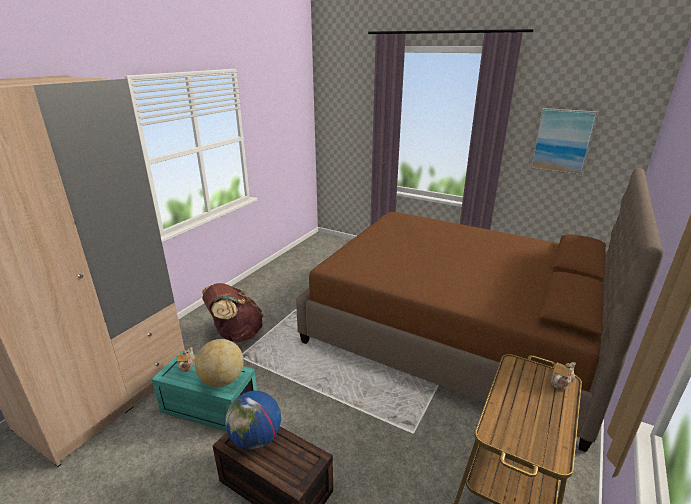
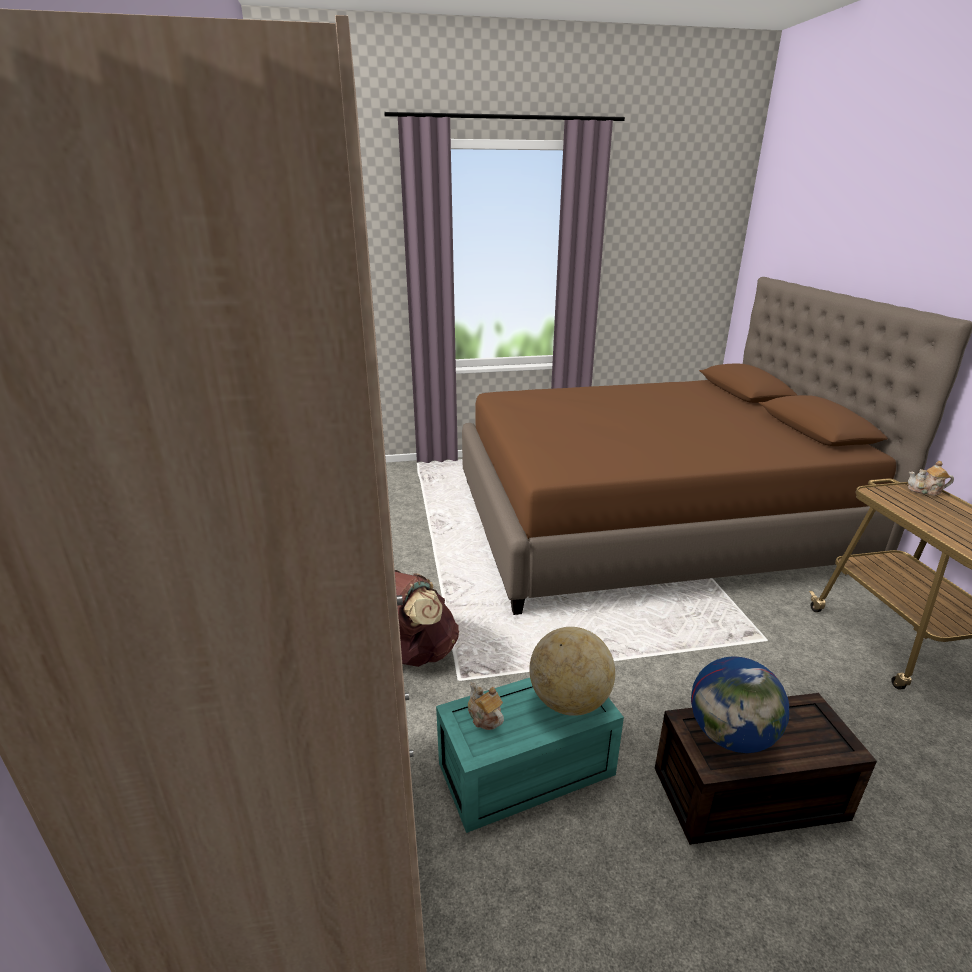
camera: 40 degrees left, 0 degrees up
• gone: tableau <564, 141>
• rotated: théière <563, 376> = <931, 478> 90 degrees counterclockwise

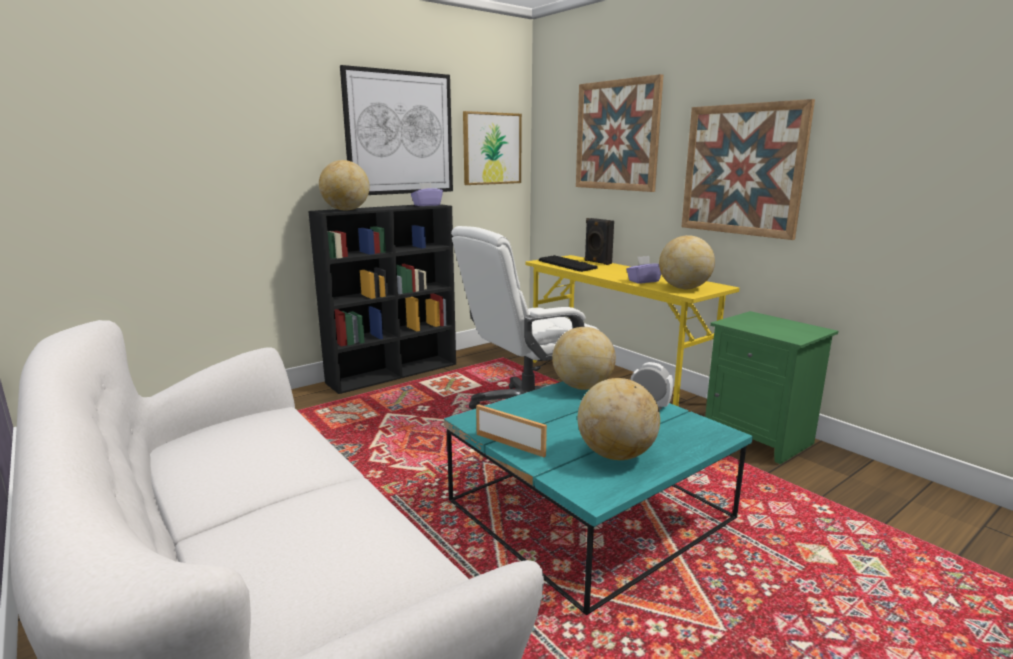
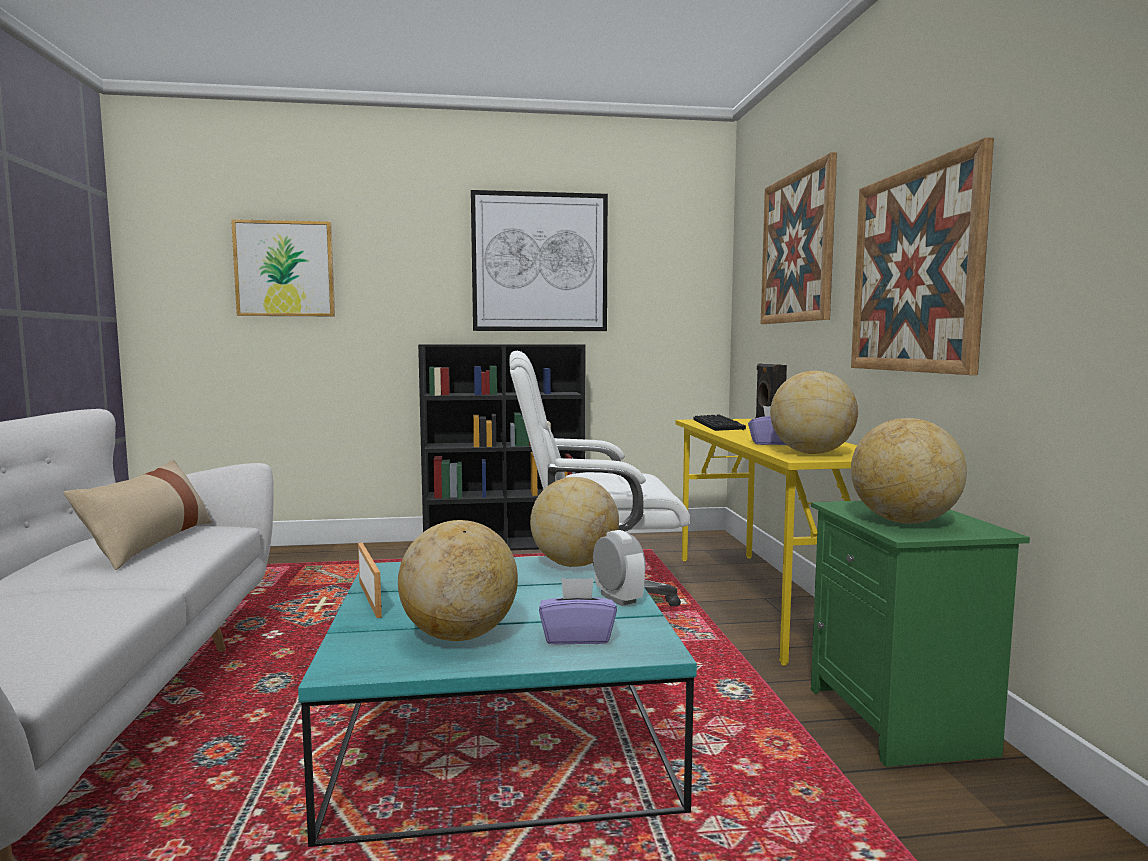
camera: 30 degrees right, 10 degrees down
• shifted: tableau <492, 148> to <283, 267>
• shifted: globe <344, 185> to <909, 471>
• shifted: boîte à mouchoirs/violet <427, 194> to <578, 611>
• new: coussin/beige <137, 514>

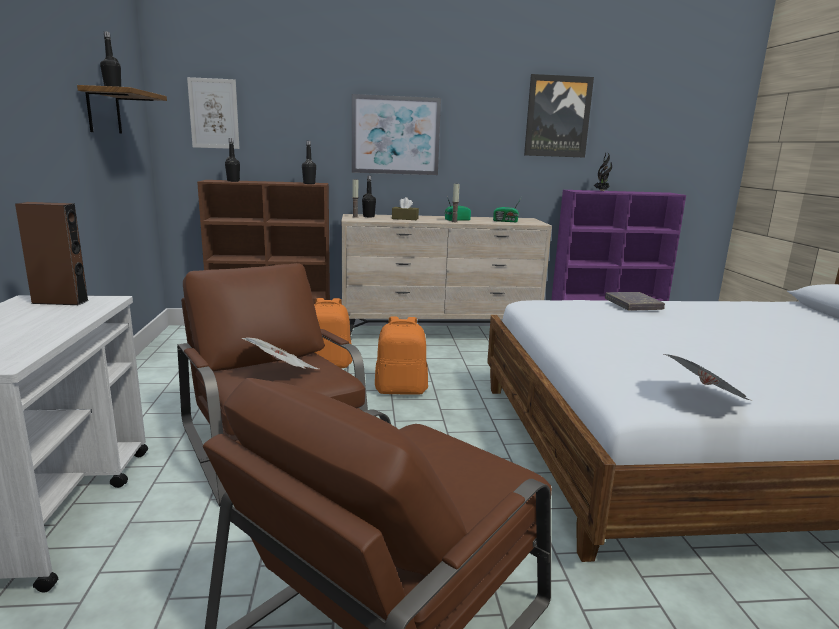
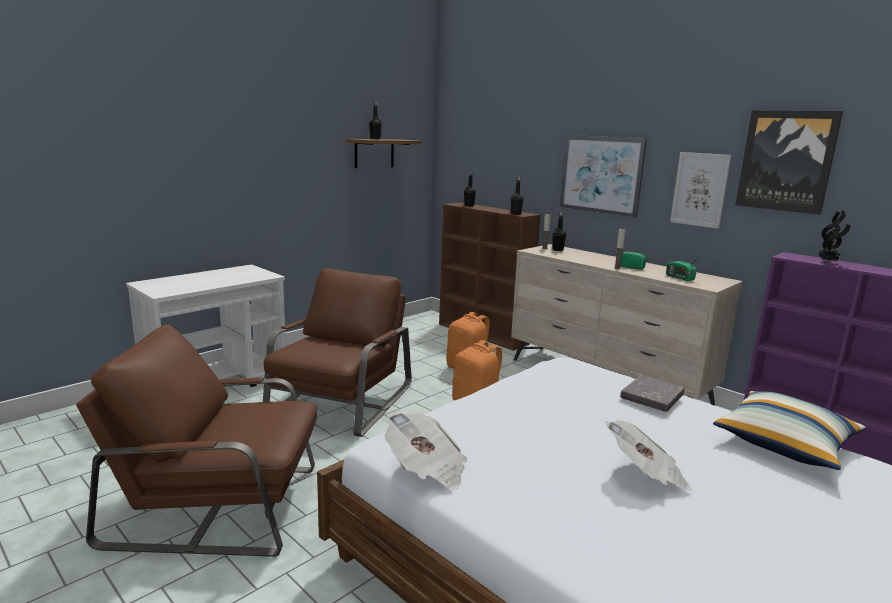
camera: 50 degrees right, 0 degrees up
• shifted: tableau <213, 113> to <701, 190>
• gone: boîte à mouchoirs/marron <405, 208>
• gone: enceinte/marron <52, 253>
• shifted: journal <280, 353> to <649, 455>
• new: coussin <789, 430>

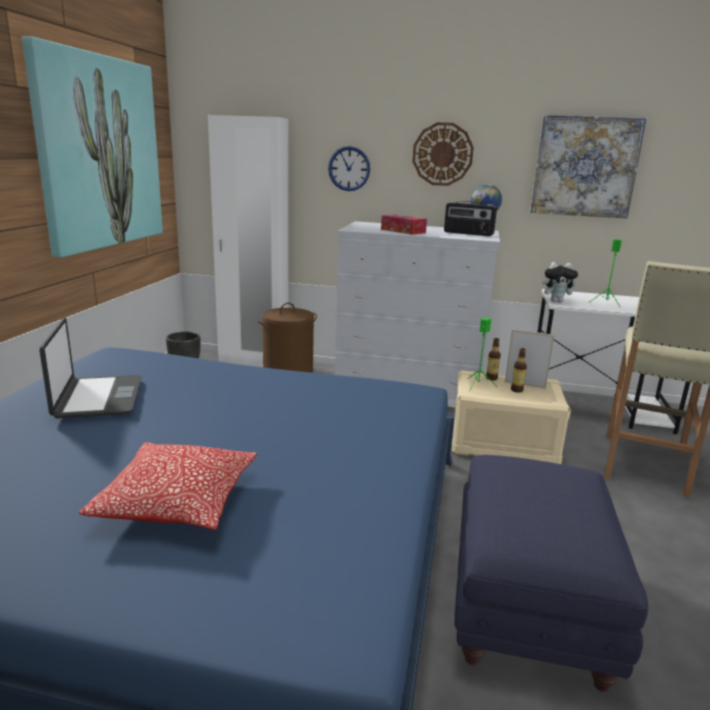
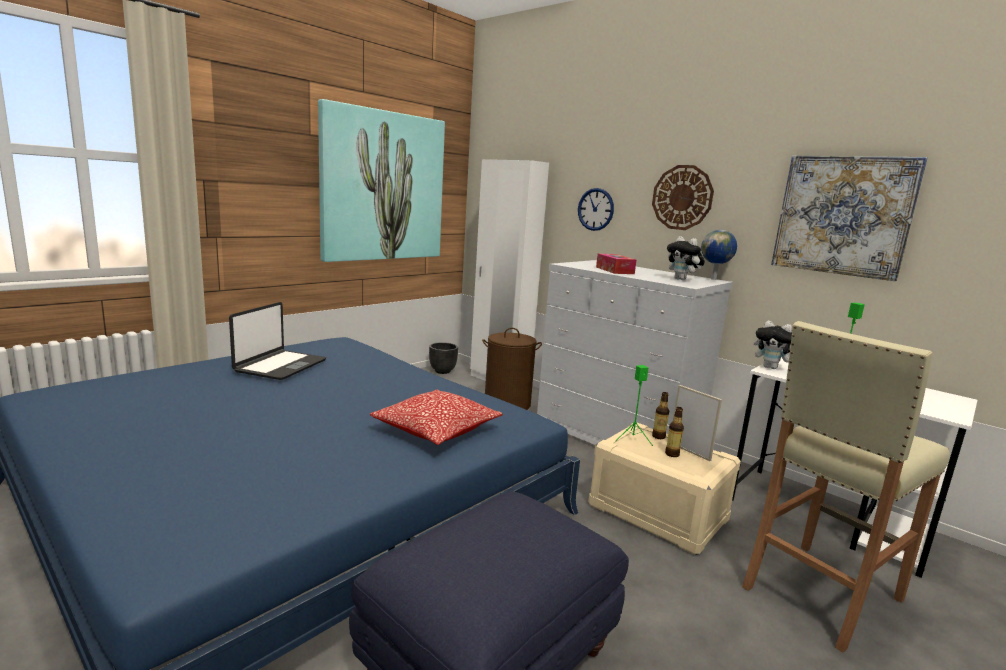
camera: 30 degrees right, 5 degrees down
• swapped: radio <470, 218> to peluche <686, 258>
• shifted: coussin <167, 486> to <436, 417>

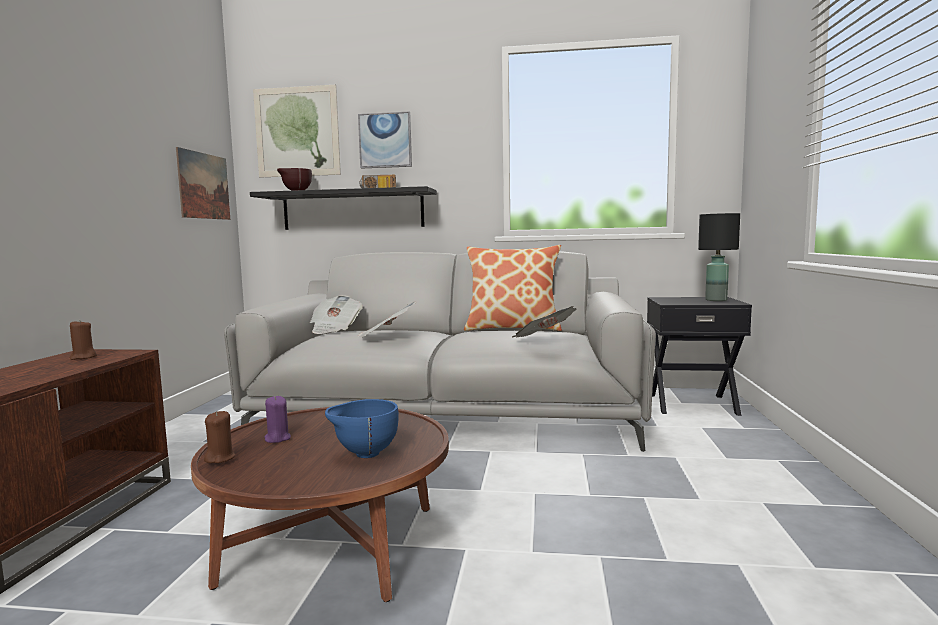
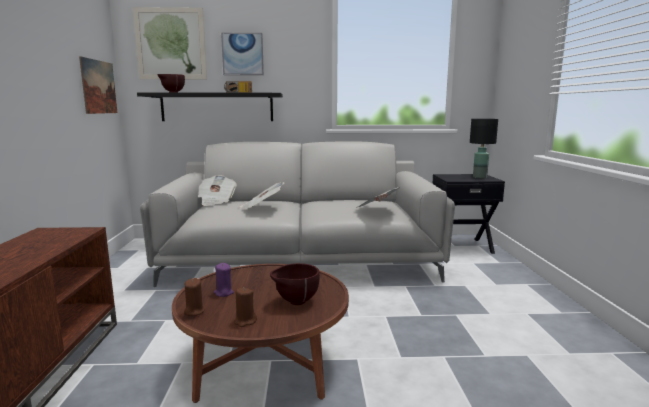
camera: 10 degrees left, 5 degrees up
• gone: coussin <513, 288>
• shifted: bougie/marron <83, 340> to <245, 307>
• repainted: bol/bleu <362, 428> to bol/marron <295, 284>

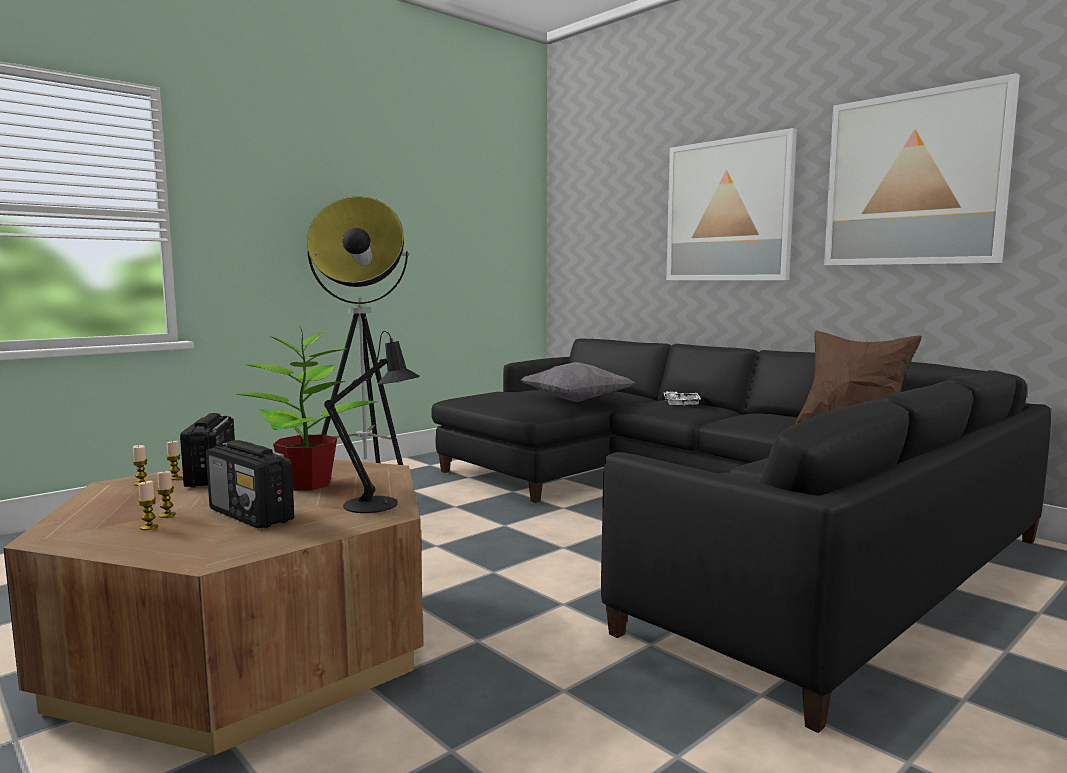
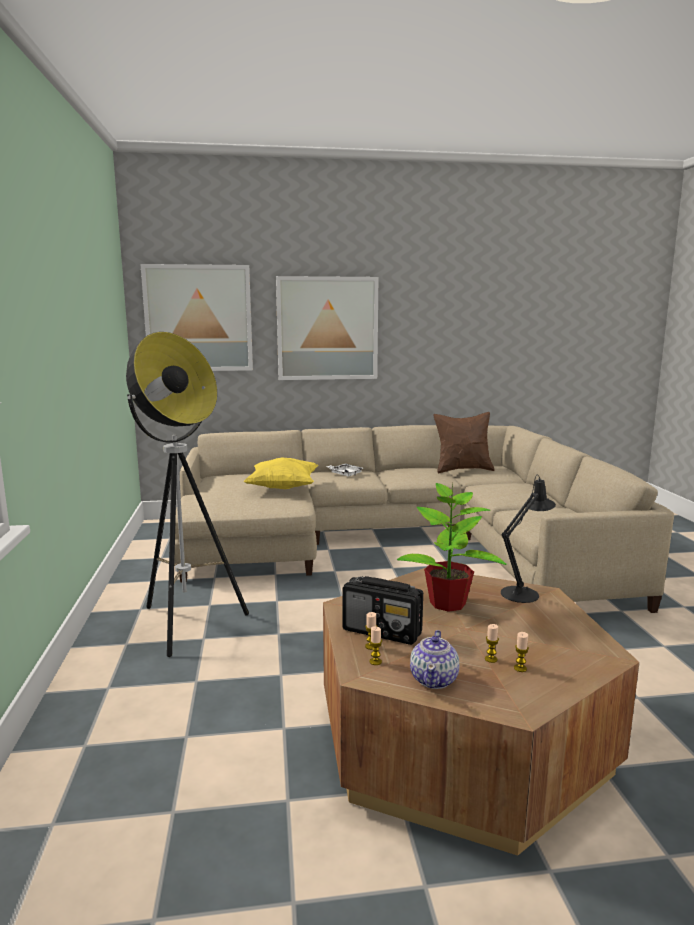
camera: 55 degrees left, 5 degrees up
• shifted: tableau <922, 169> to <196, 317>
• repainted: canapé/noir <741, 536> to canapé/beige <424, 519>
• repainted: coussin/gris <578, 382> to coussin/jaune <280, 473>
• gone: radio <250, 484>
• new: théière <434, 659>

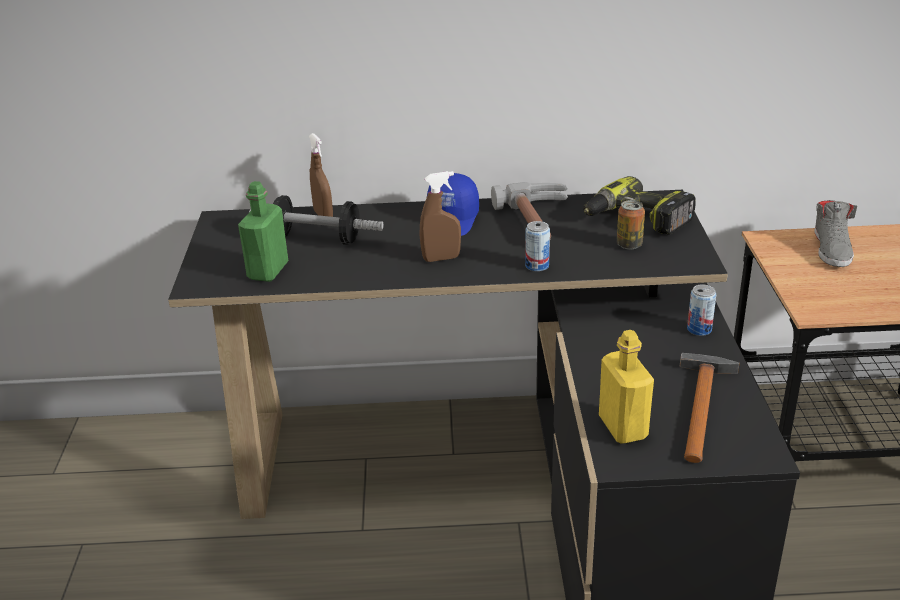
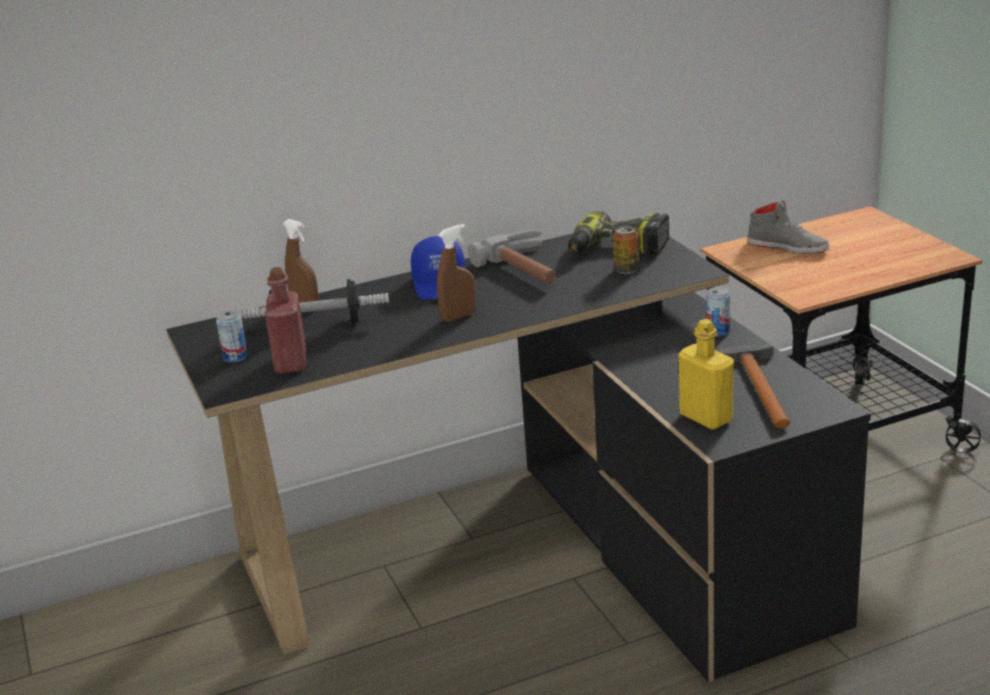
camera: 20 degrees left, 5 degrees down
• repainted: bouteille/vert <263, 231> to bouteille/rouge <286, 320>
• rotated: chaussure/gris <835, 233> = <788, 227> 45 degrees counterclockwise
• shifted: boîte métallique <537, 246> to <232, 336>

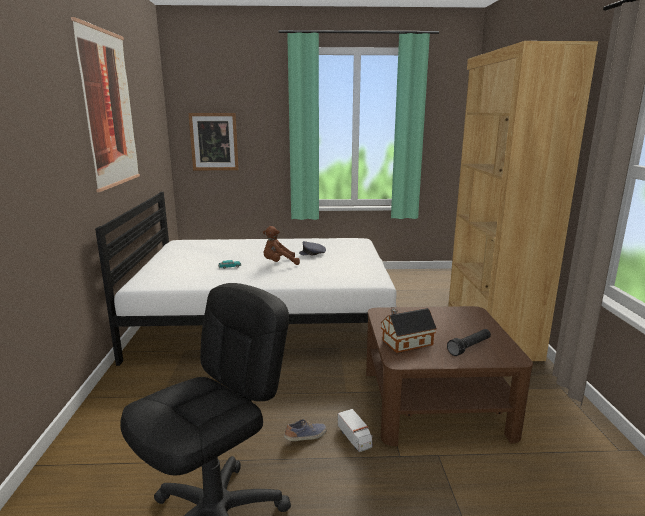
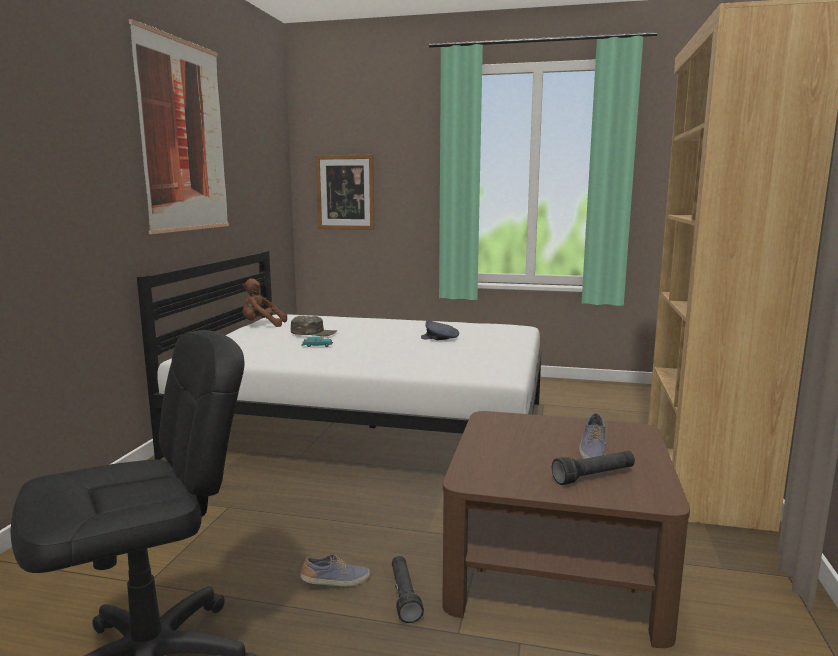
camera: 15 degrees right, 5 degrees down
• shifted: peluche/marron <281, 245> to <265, 302>
• gone: maison miniature <409, 330>
• swapped: camion jouet <355, 430> to lampe de poche/noir <408, 589>
• new: casquette/vert <314, 326>
• new: chaussure <592, 435>

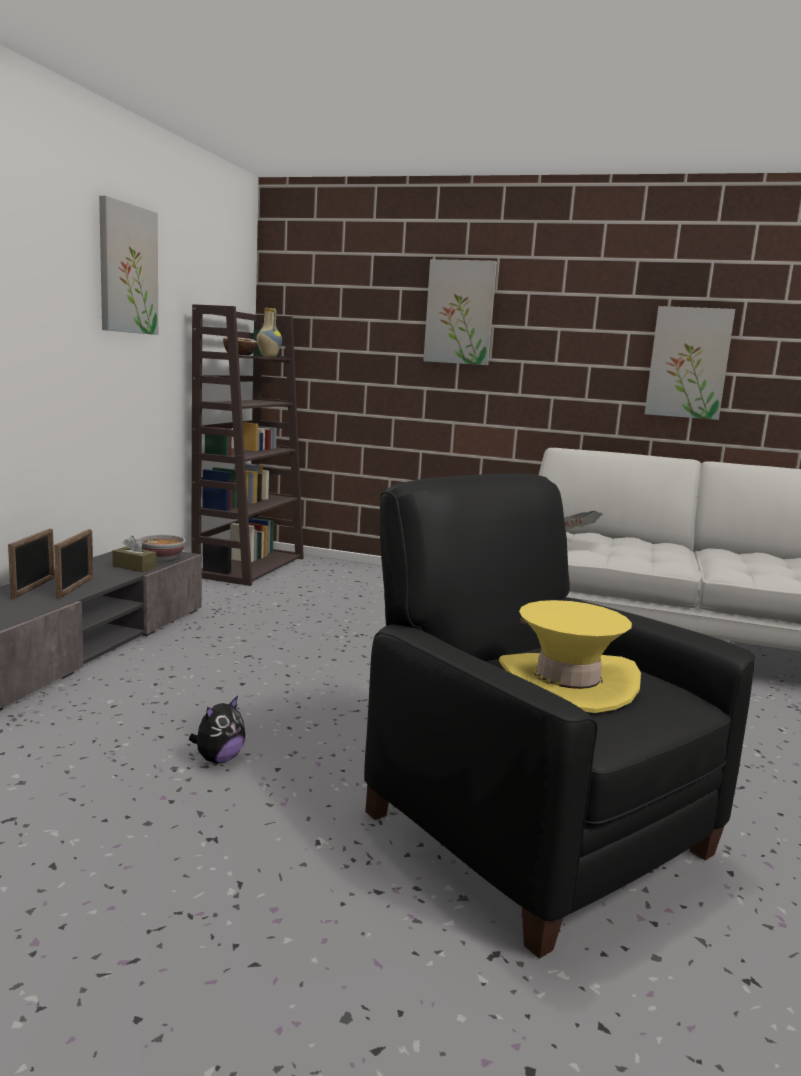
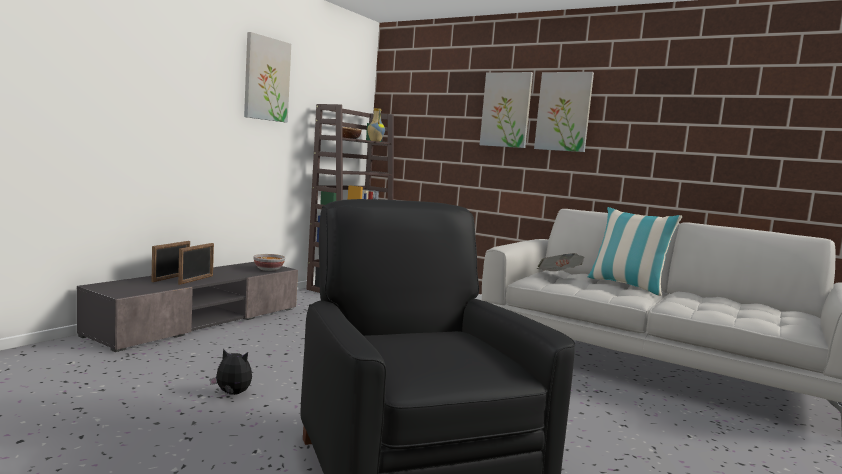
camera: 15 degrees right, 5 degrees down
• shifted: tableau <690, 363> to <564, 112>
• gone: boîte à mouchoirs/marron <134, 554>
• gone: chapeau/jaune <570, 656>
• rotated: peluche <217, 730> = <231, 372> 135 degrees counterclockwise
• new: coussin <635, 251>

